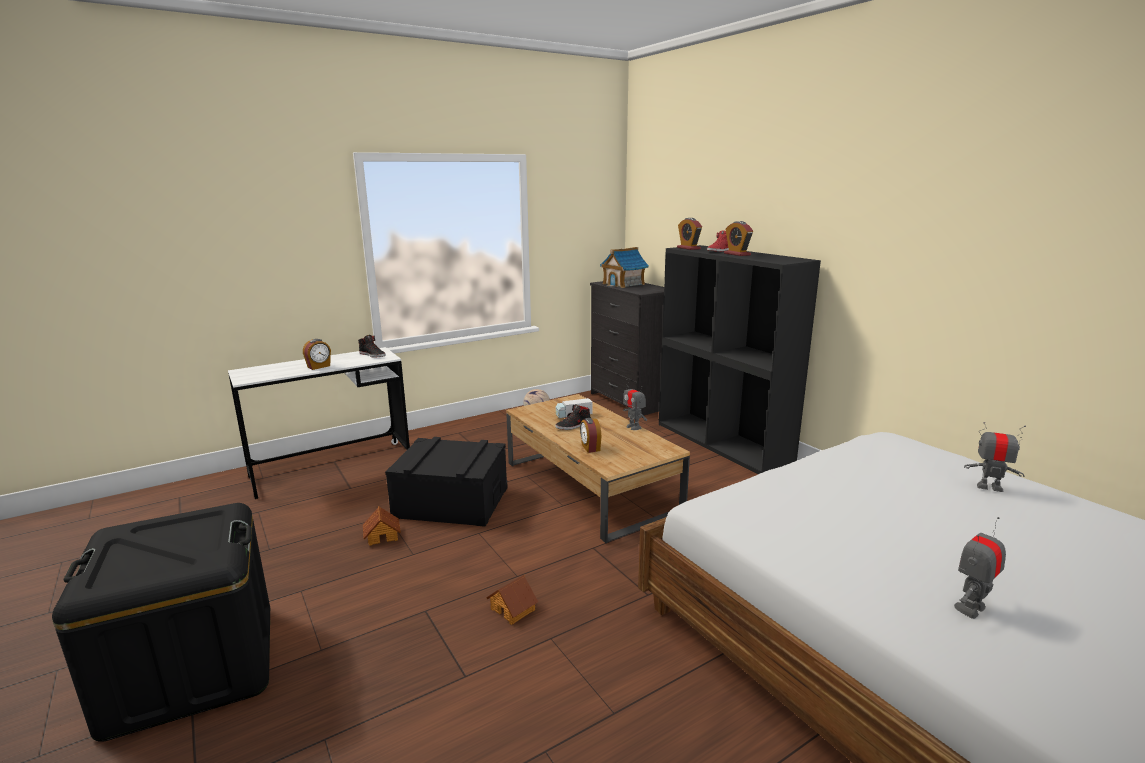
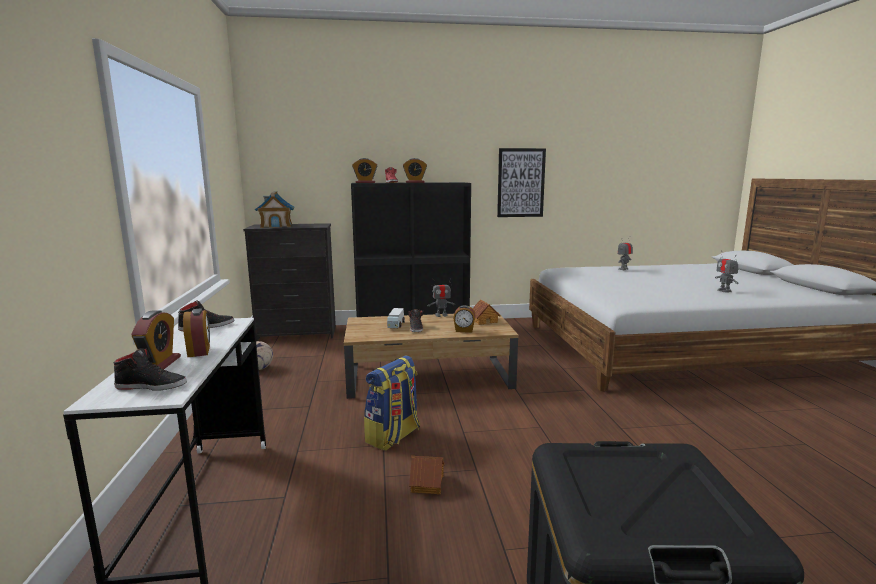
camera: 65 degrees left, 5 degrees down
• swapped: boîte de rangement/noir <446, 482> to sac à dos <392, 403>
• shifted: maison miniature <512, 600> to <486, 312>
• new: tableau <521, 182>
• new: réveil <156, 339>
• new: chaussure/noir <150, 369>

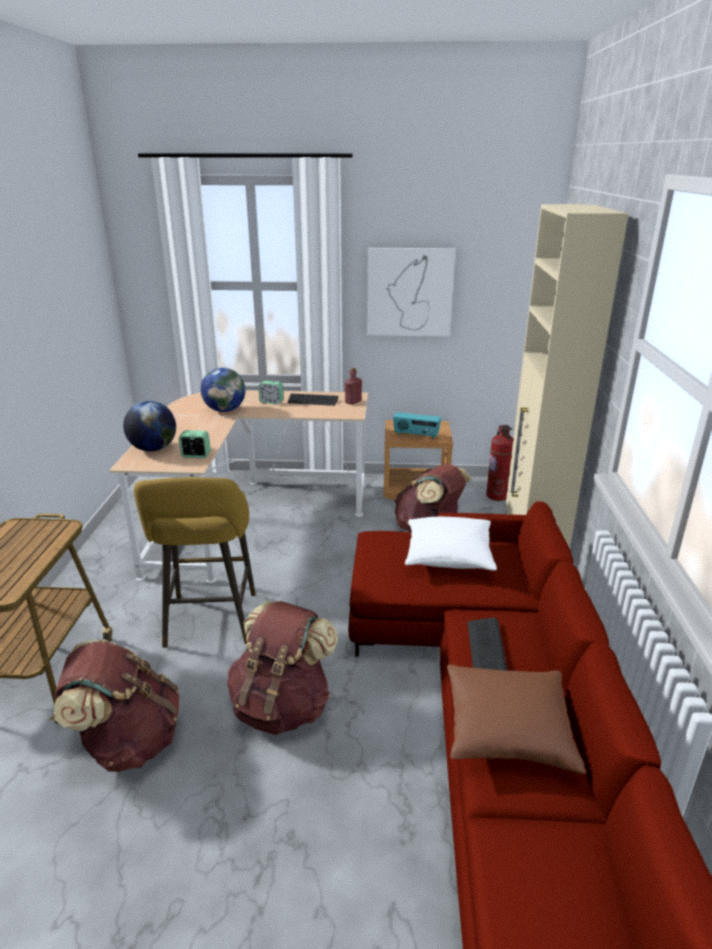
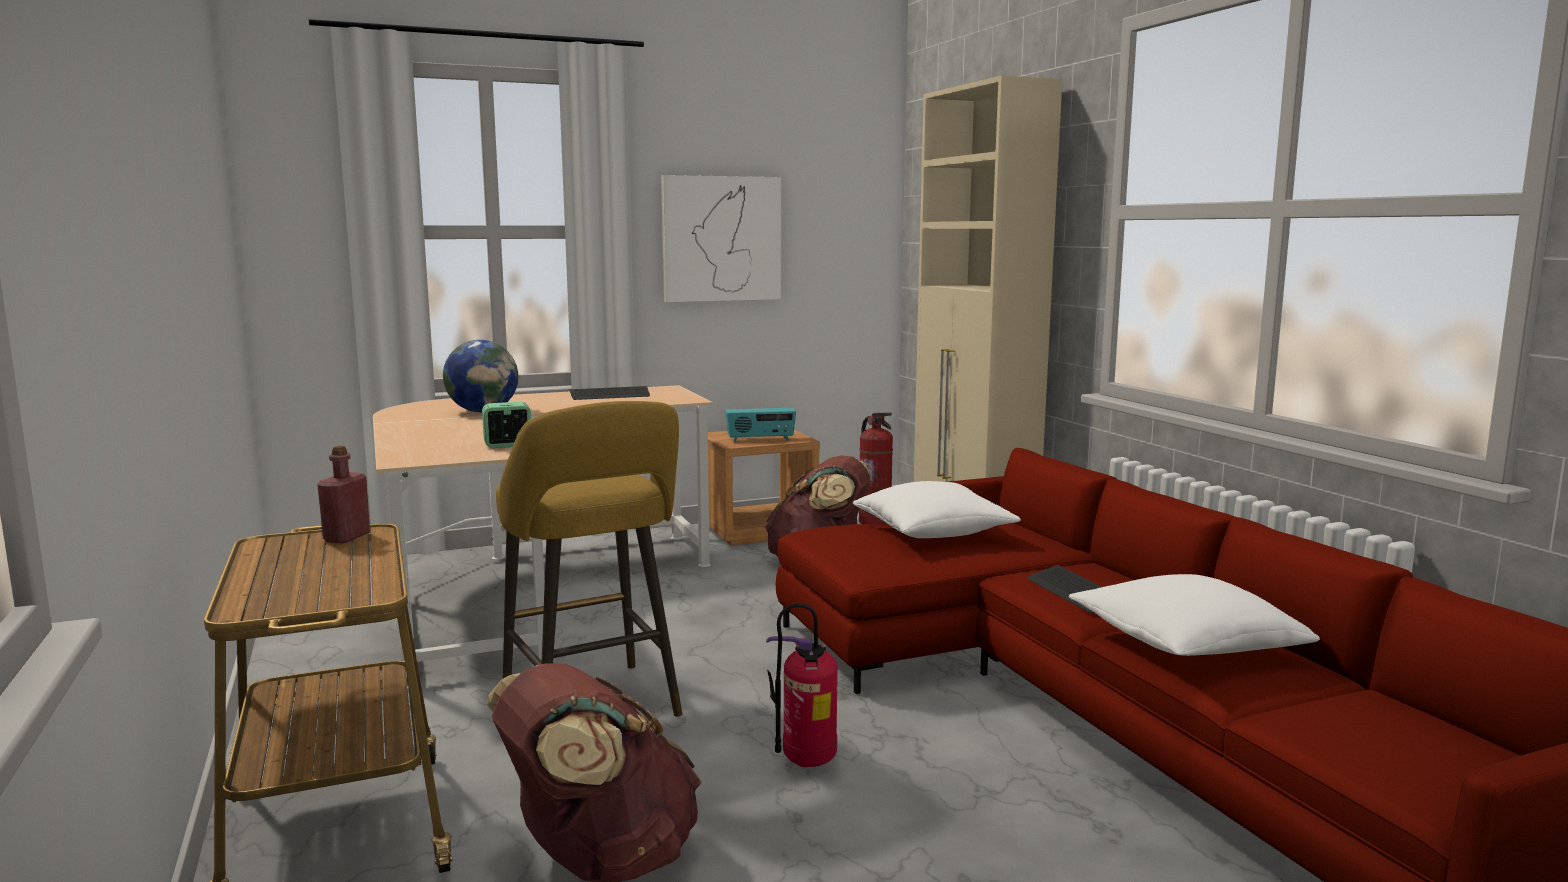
camera: 25 degrees left, 15 degrees down
• shifted: bouteille/rouge <353, 386> to <343, 494>
• gone: réveil <271, 392>
• gone: globe <149, 426>
• swapped: sac à dos/marron <282, 668> to extincteur <802, 685>
• repainted: coussin/marron <516, 719> to coussin/blanc <1194, 615>

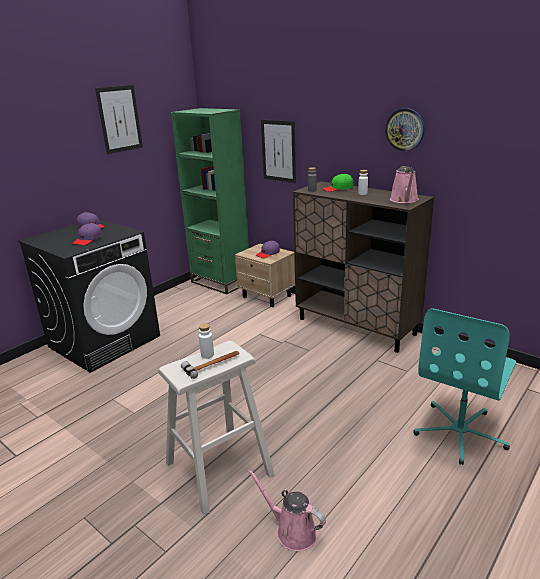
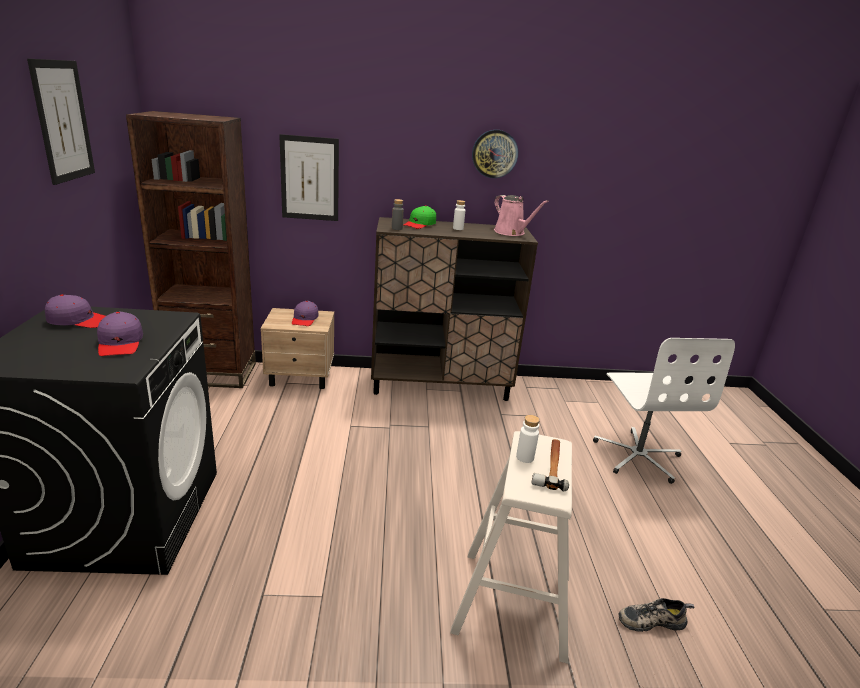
camera: 45 degrees left, 0 degrees up
• repainted: bibliothèque/vert <210, 201> to bibliothèque/marron <191, 249>
• repainted: chaise de bureau/turquoise <464, 386> to chaise de bureau/blanc <664, 411>
• swapped: arrosoir/rose <286, 510> to chaussure <657, 615>

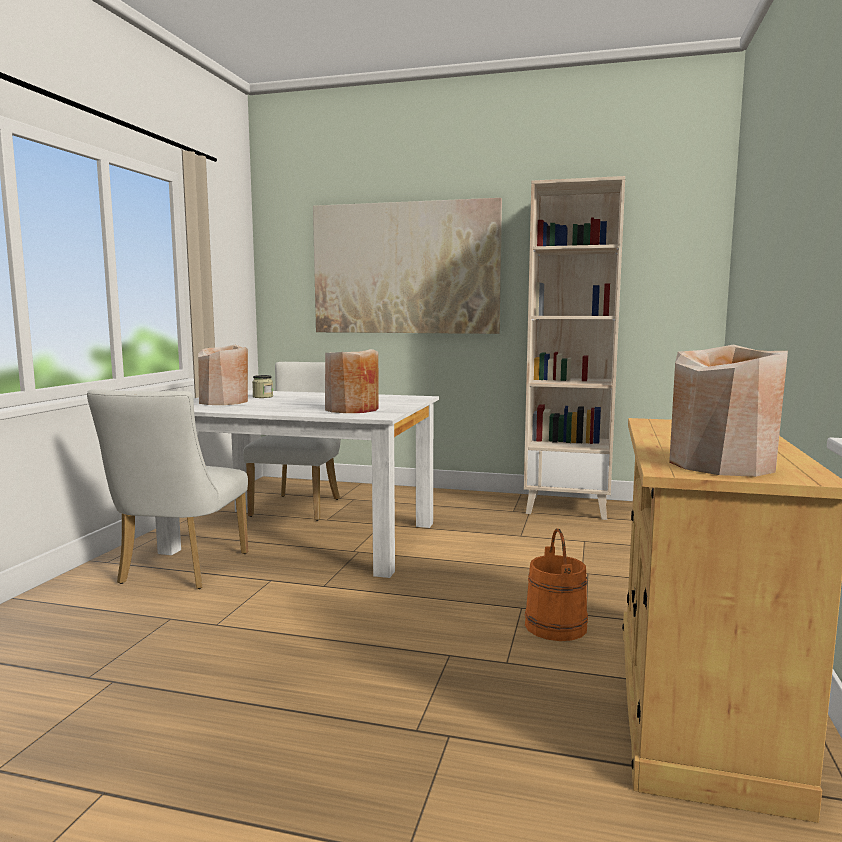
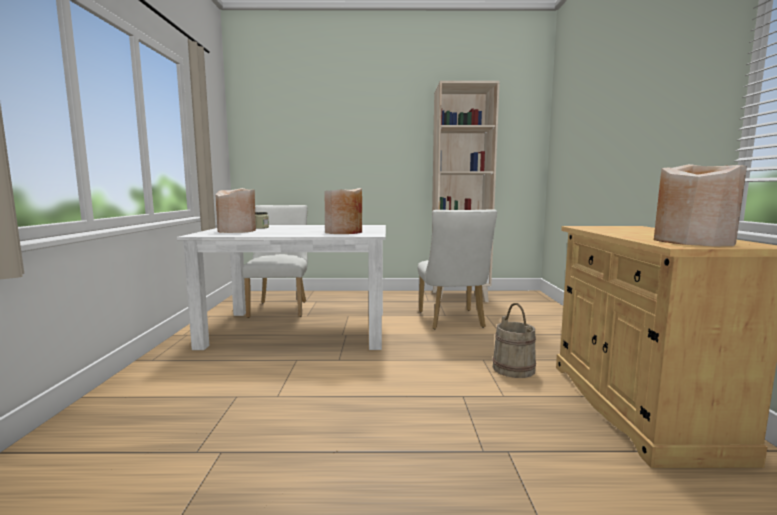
camera: 15 degrees left, 0 degrees up
• gone: tableau <407, 266>
• shifted: chaise/blanc <167, 489> to <457, 269>
• repainted: seau/orange <556, 585> to seau/beige <514, 340>

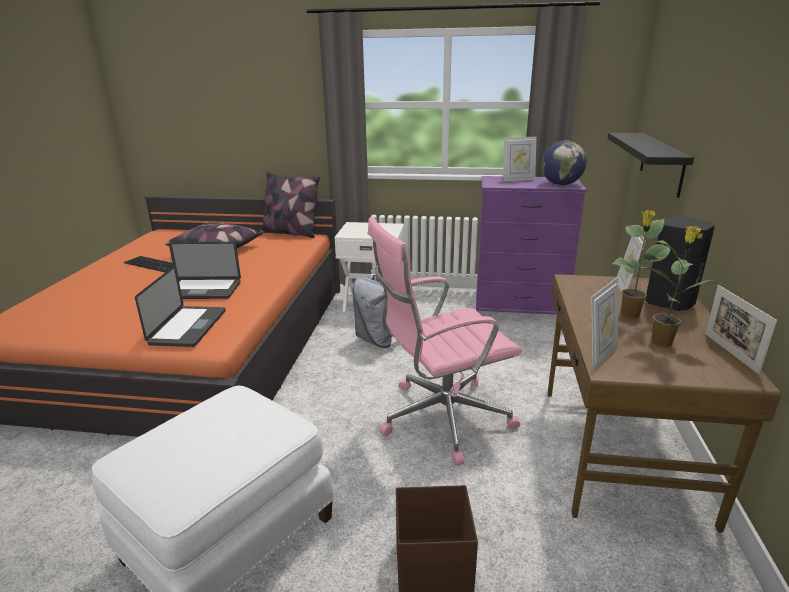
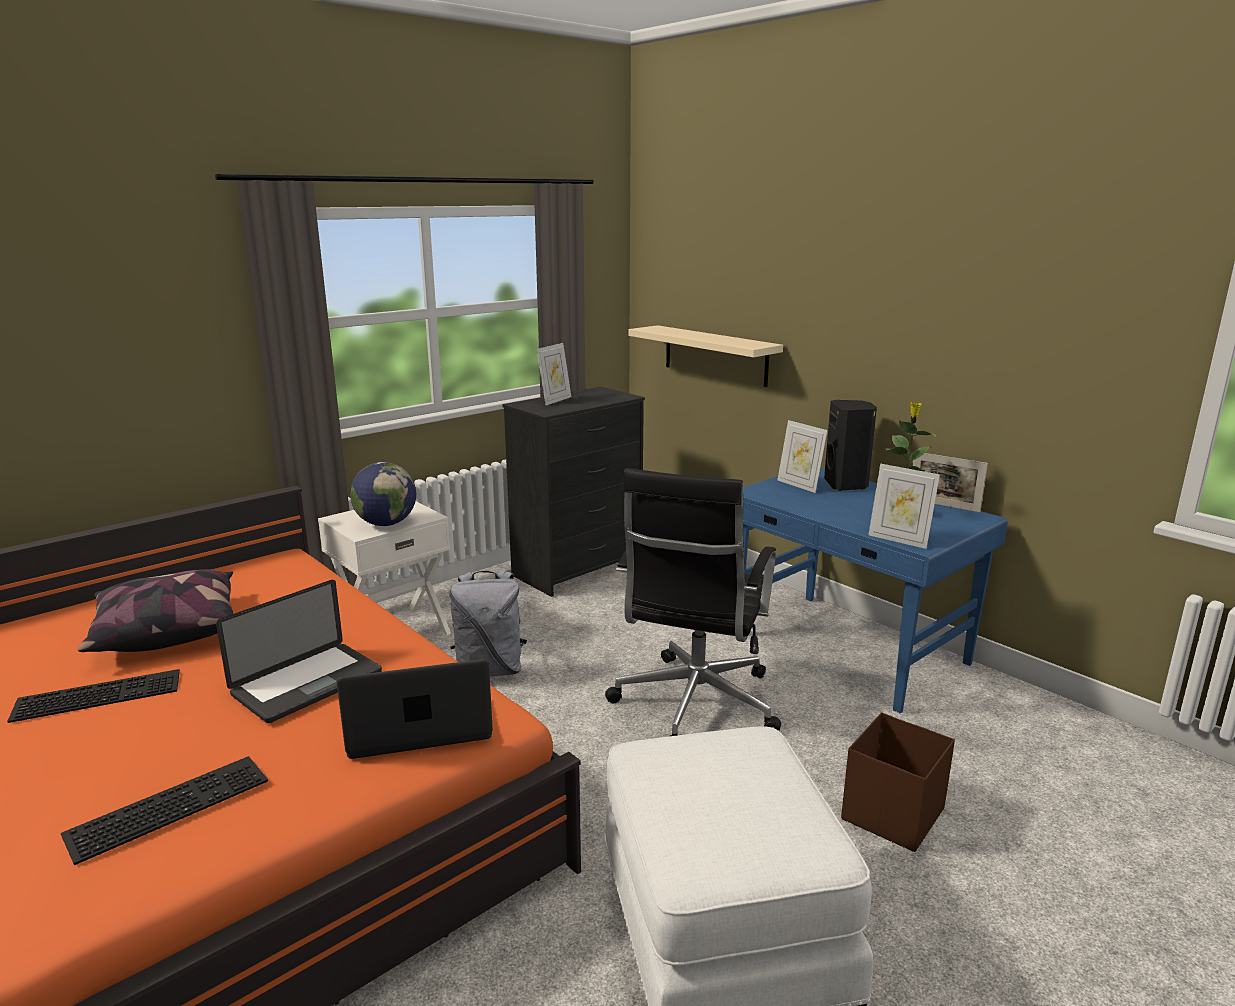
camera: 50 degrees left, 5 degrees down
• repainted: étagère/noir <651, 165> to étagère/beige <705, 356>
• shifted: globe <564, 162> to <383, 494>
• gone: coussin <290, 205>
• repainted: commode/violet <531, 245> to commode/noir <574, 491>
• gone: plante en pot <641, 264>
• repainted: chaise de bureau/rose <445, 341> to chaise de bureau/noir <693, 602>
• rotated: ordinateur portable <180, 306> = <415, 709> 60 degrees counterclockwise
• repainted: bureau/marron <664, 403> to bureau/bleu <875, 590>
• rotated: cadre photo <604, 325> = <904, 506> 135 degrees clockwise
• new: clavier <164, 810>

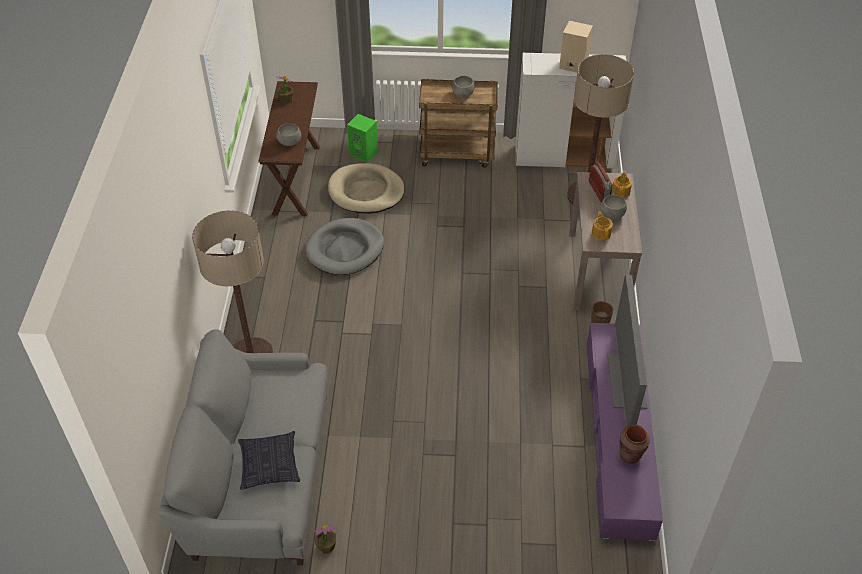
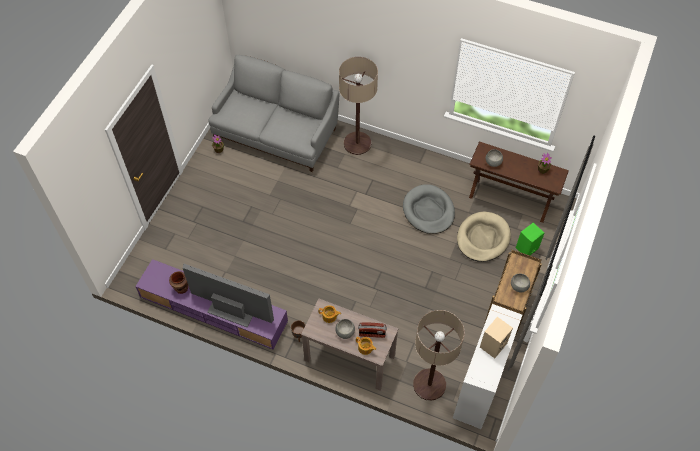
camera: 110 degrees right, 10 degrees up
• gone: coussin <269, 460>

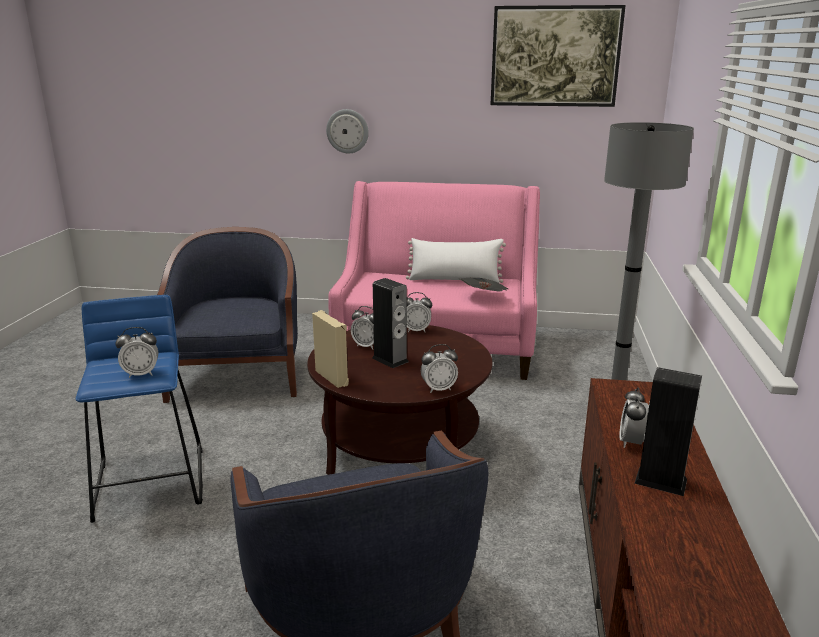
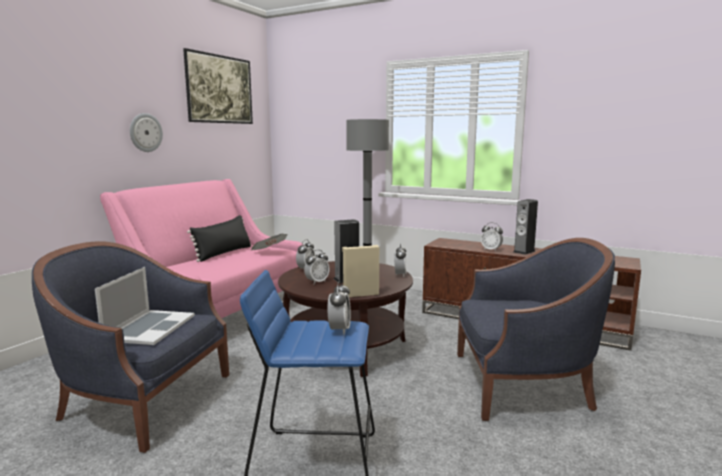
camera: 70 degrees left, 10 degrees down
• shifted: horloge murale <347, 131> to <146, 132>
• repainted: coussin/blanc <456, 260> to coussin/noir <219, 238>
• new: ordinateur portable <145, 306>

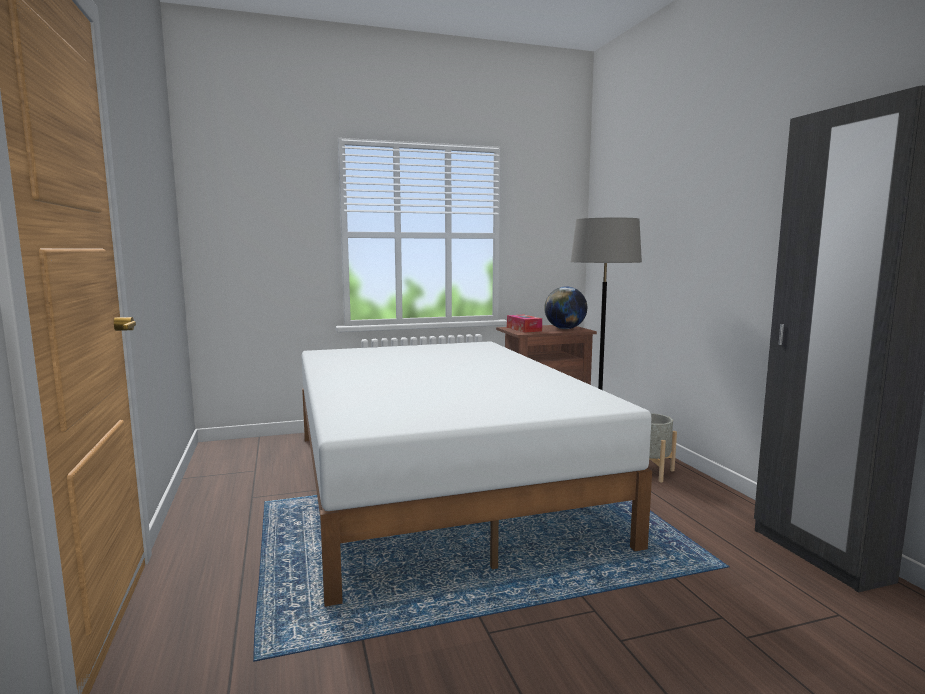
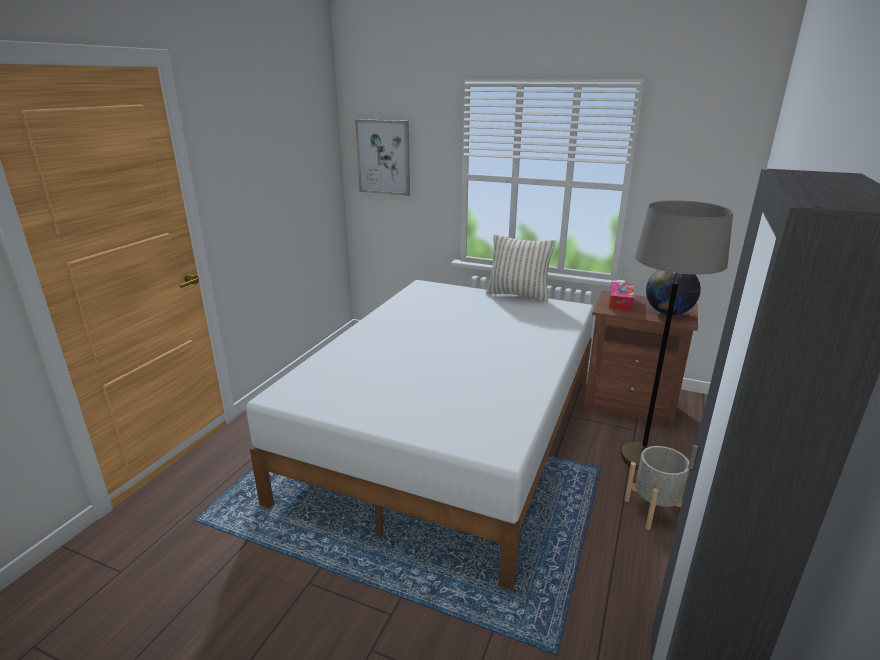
camera: 40 degrees right, 15 degrees up
• new: tableau <382, 157>
• new: coussin <521, 268>

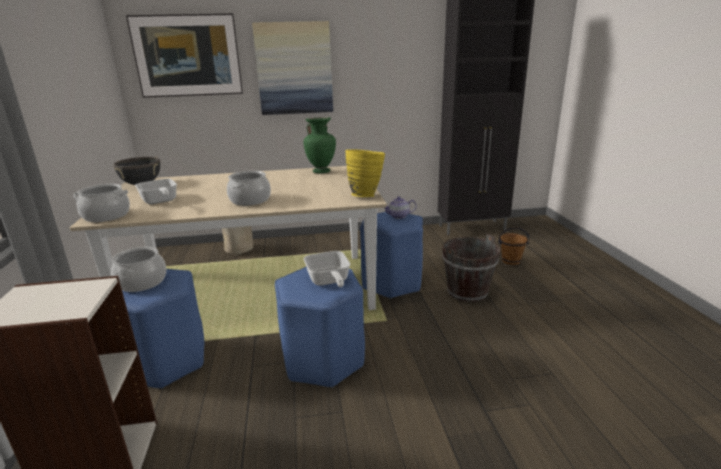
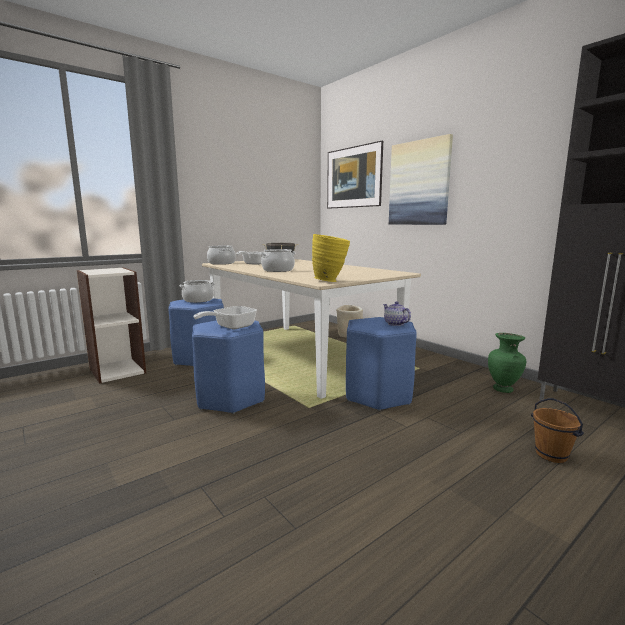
camera: 60 degrees right, 10 degrees down
• shifted: vase/vert <320, 145> to <507, 363>
• gone: seau/marron <471, 268>

